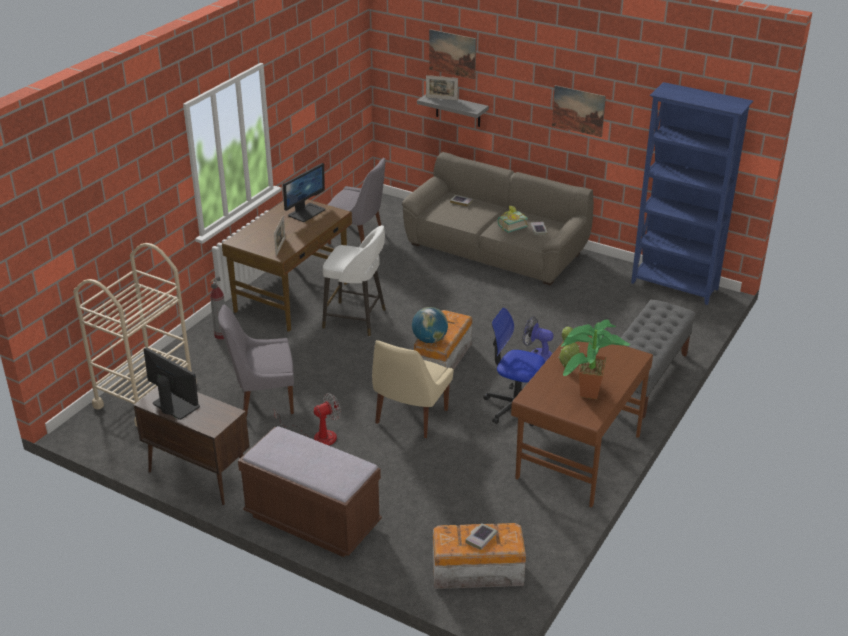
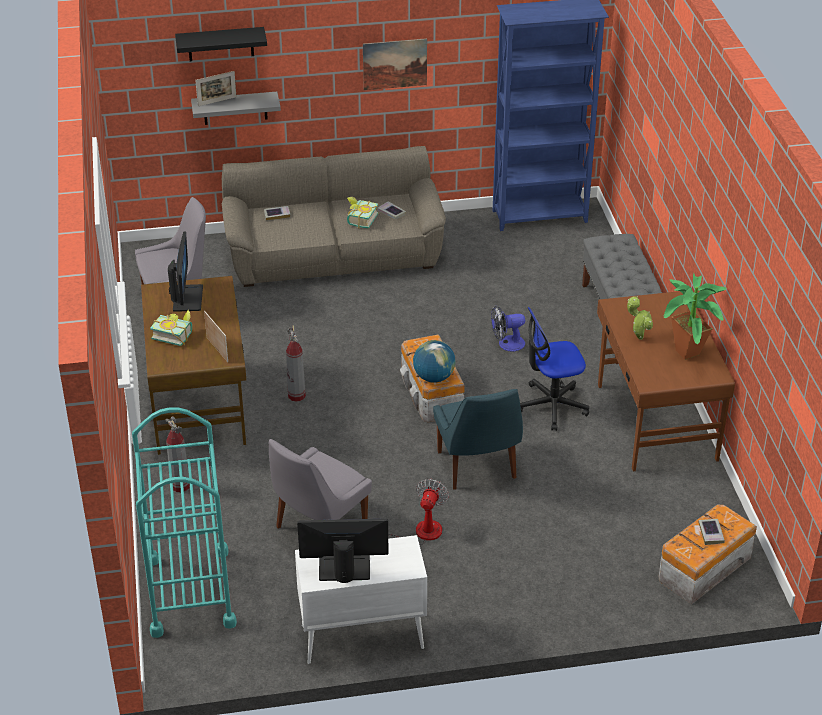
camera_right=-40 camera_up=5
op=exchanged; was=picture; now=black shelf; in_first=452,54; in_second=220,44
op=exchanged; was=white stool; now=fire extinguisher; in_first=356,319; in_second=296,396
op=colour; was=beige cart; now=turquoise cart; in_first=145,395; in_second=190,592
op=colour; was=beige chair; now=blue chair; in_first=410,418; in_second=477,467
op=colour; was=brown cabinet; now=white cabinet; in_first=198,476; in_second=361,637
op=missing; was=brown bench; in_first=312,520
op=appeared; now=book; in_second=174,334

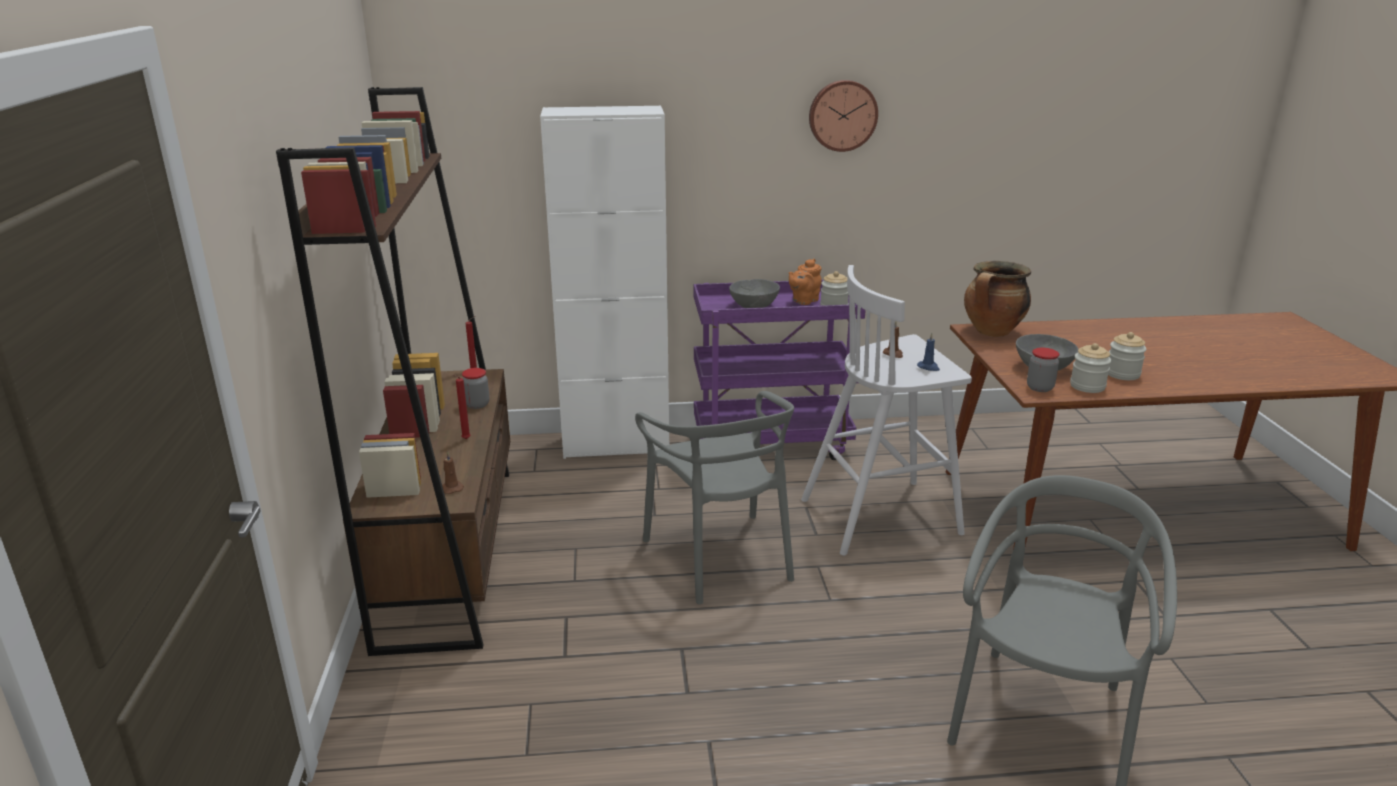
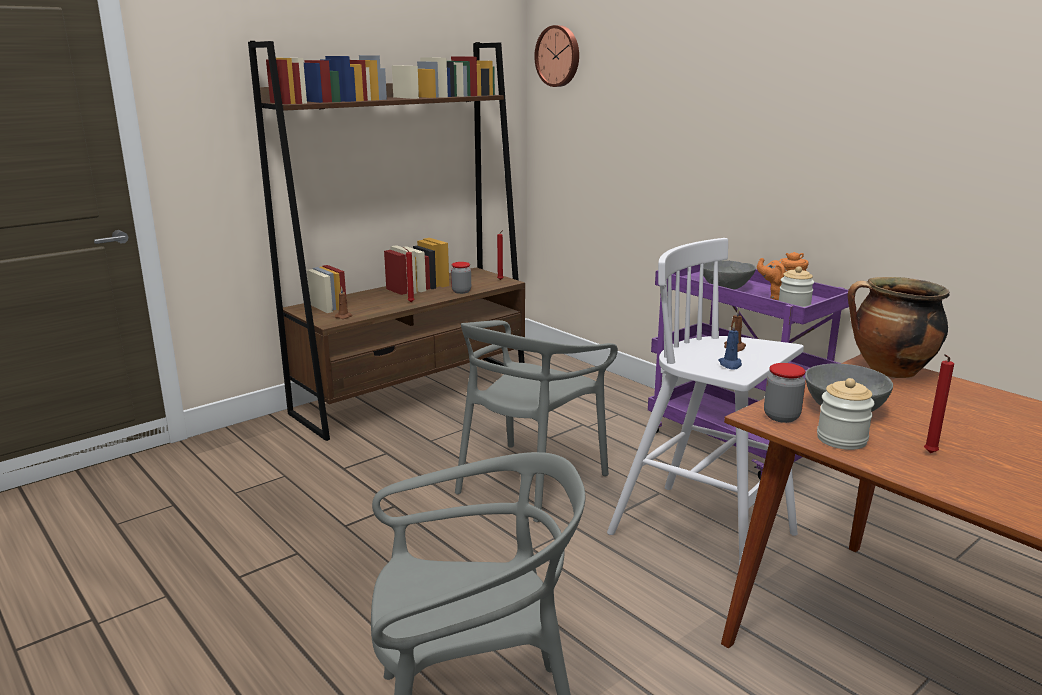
camera_right=55 camera_up=-5
op=relocated; was=wall clock; in_first=842,115; in_second=559,56
op=missing; was=white cabinet; in_first=616,445
op=exchanged; was=jar; now=red candle; in_first=1122,374; in_second=929,453

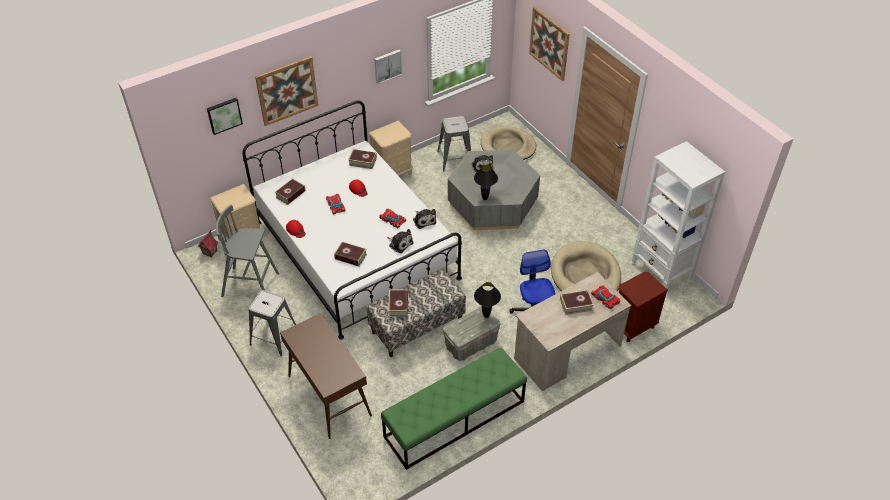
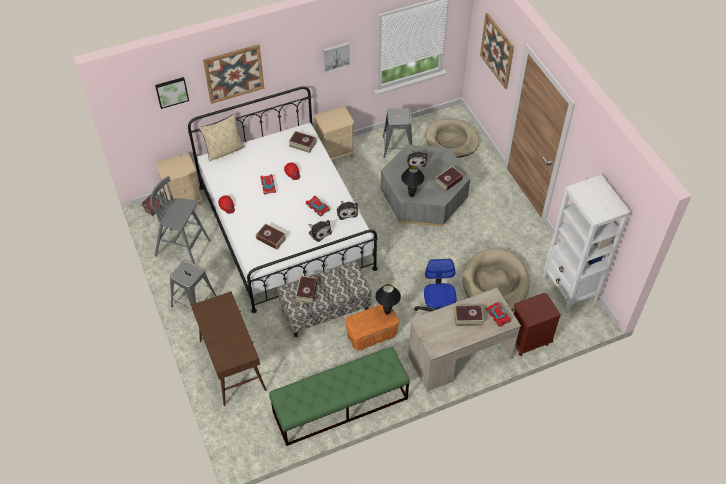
camera_right=10 camera_up=5
op=relocated; was=book; in_first=290,194; in_second=448,181
op=colour; was=grey storage box; now=orange storage box; in_first=471,343; in_second=371,335
op=appeared; now=beige pillow; in_second=224,150

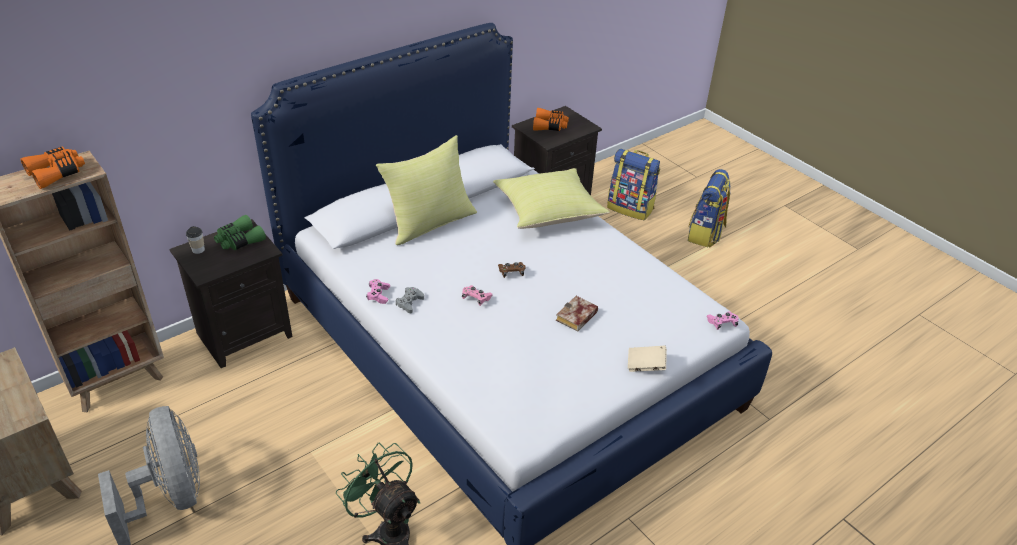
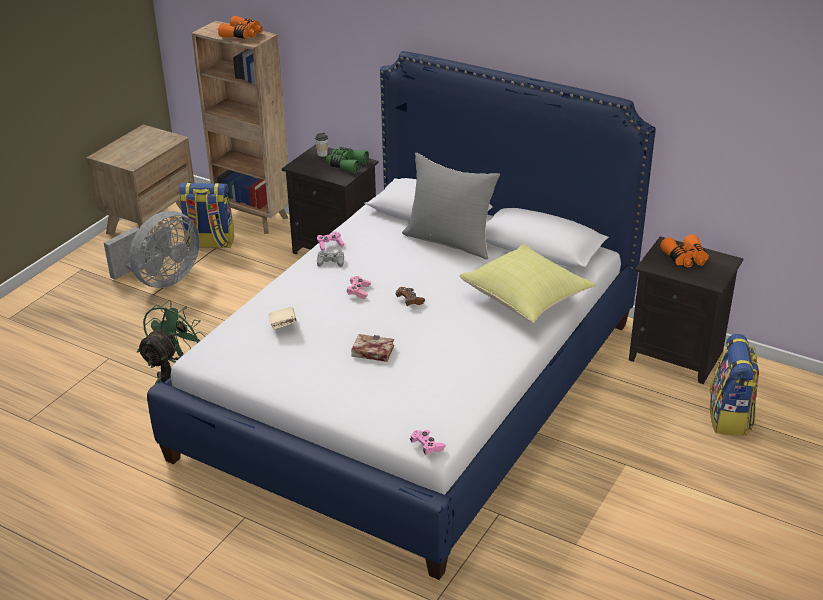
camera_right=70 camera_up=-5
op=colour; was=yellow pillow; now=grey pillow; in_first=430,223; in_second=450,240
op=relocated; was=backpack; in_first=705,234; in_second=209,243
op=relocated; was=beige book; in_first=645,365; in_second=283,325

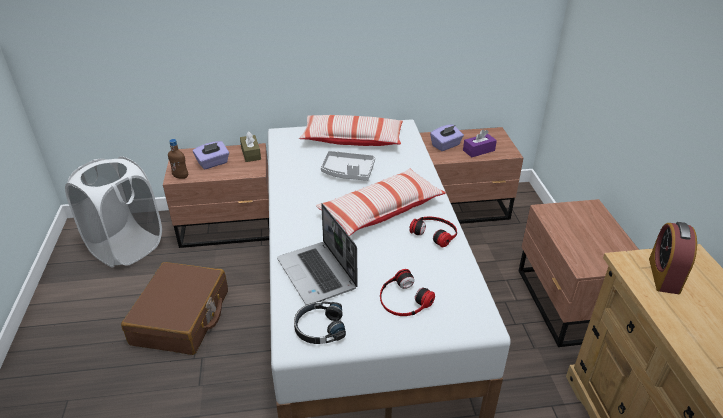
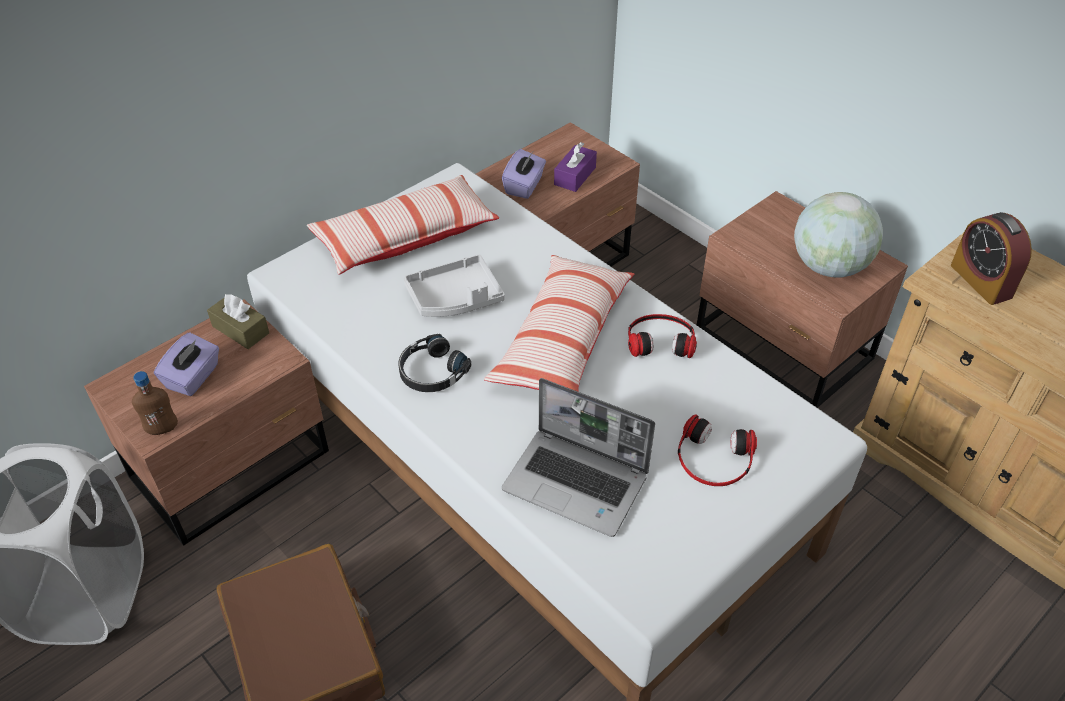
camera_right=-35 camera_up=10
op=relocated; was=black headphones; in_first=319,328; in_second=431,372
op=appeared; now=globe; in_second=828,266

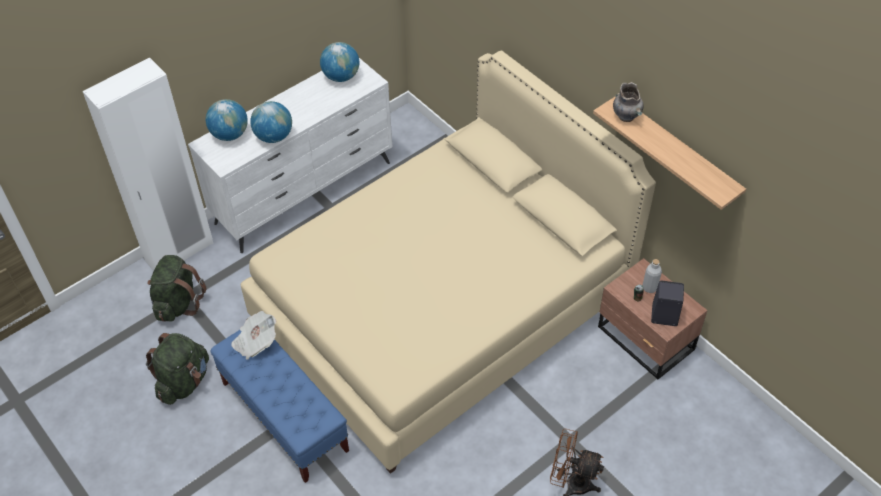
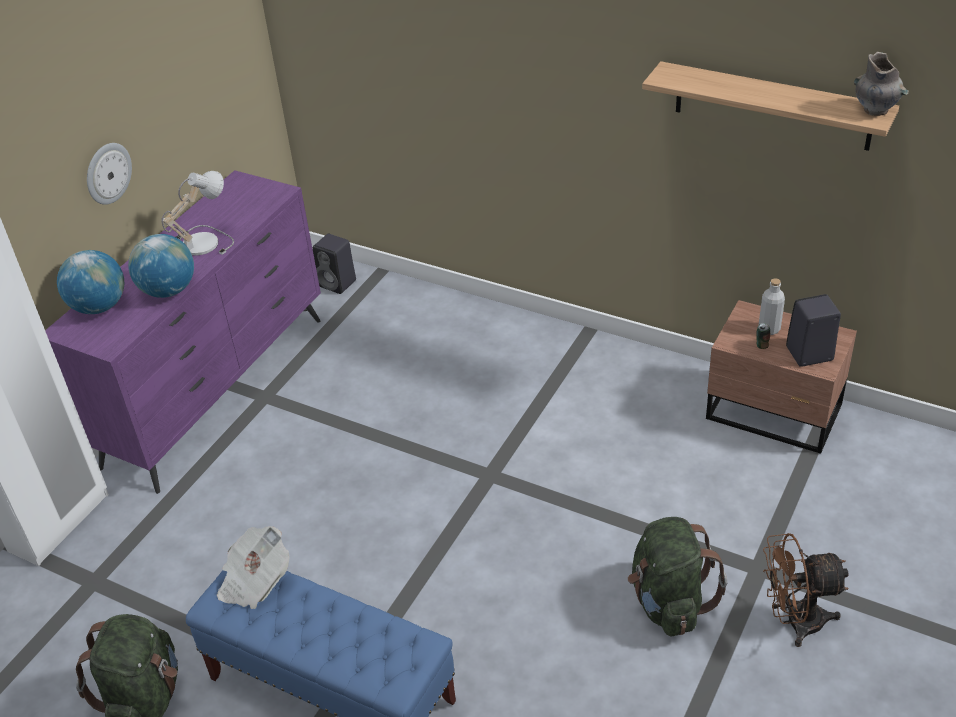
camera_right=-20 camera_up=-10
op=missing; was=globe; in_first=341,76
op=missing; was=beige bed; in_first=442,308
op=colour; was=white dresser; now=purple dresser; in_first=305,193; in_second=218,390
op=relocated; was=grey vase; in_first=626,117; in_second=876,110
op=relocated; was=green backpack; in_first=178,303; in_second=669,602
op=appeared; now=wall clock; in_second=107,173
op=appeared; now=table lamp; in_second=199,242
op=appeared; now=black speaker; in_second=338,283

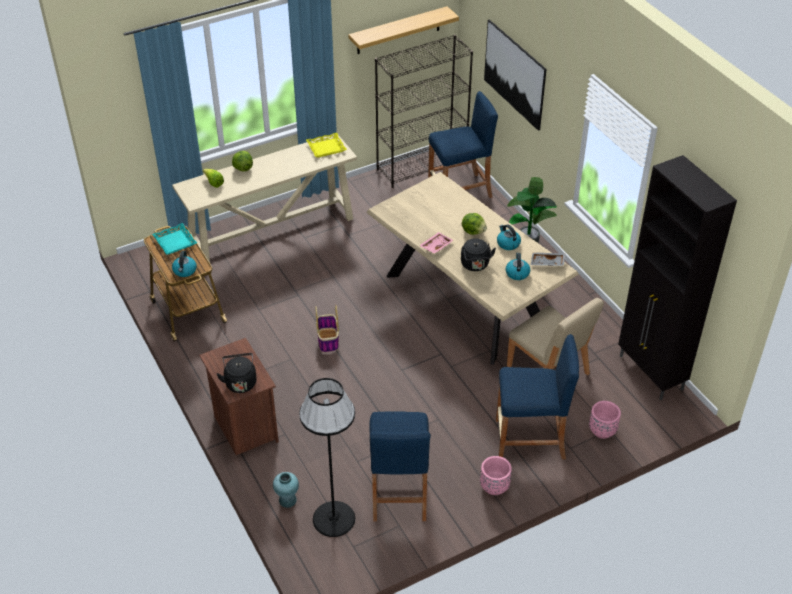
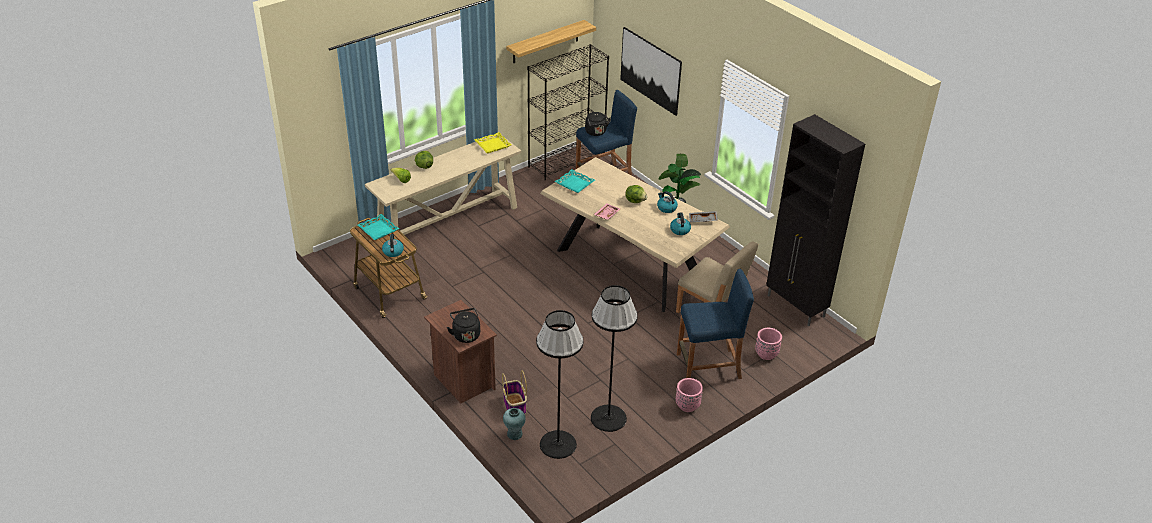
camera_right=-10 camera_up=-5
op=relocated; was=black kettle; in_first=475,265; in_second=596,132
op=relocated; was=basket; in_first=328,341; in_second=515,406
op=exchanged; was=blue stool; now=black floor lamp; in_first=399,492; in_second=608,418
op=appeared; now=turquoise tray; in_second=575,183

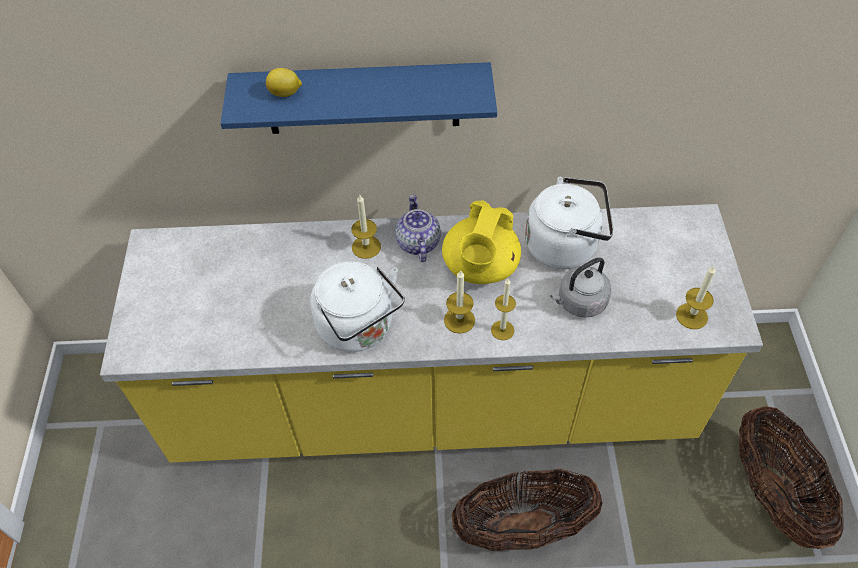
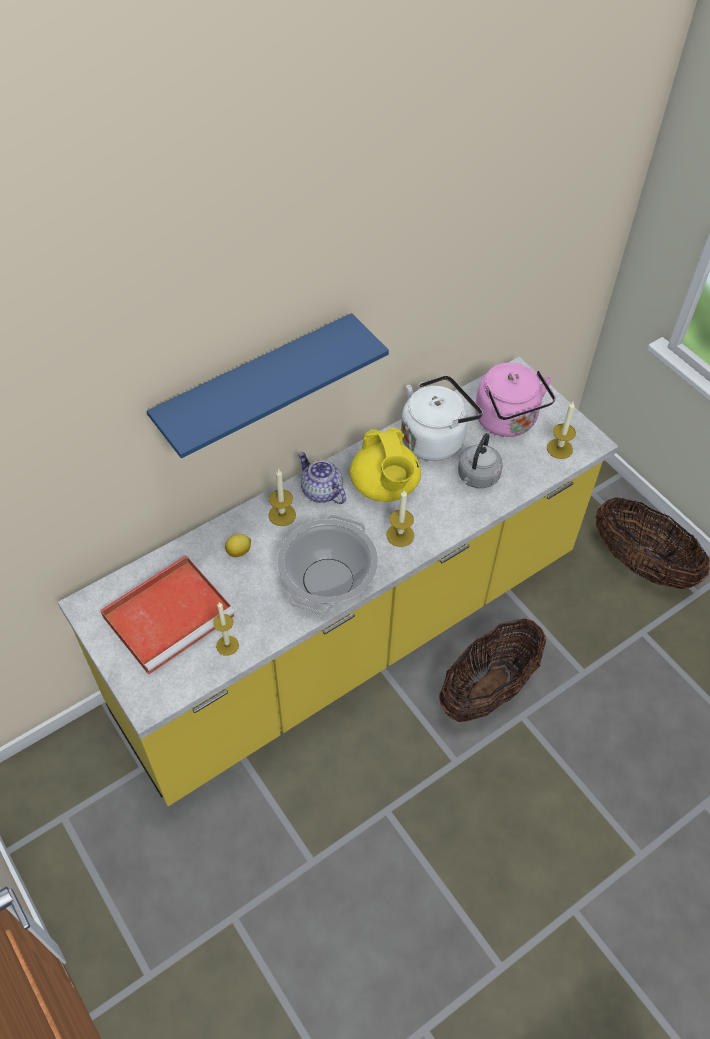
camera_right=-35 camera_up=0
op=relocated; was=lemon; in_first=285,93; in_second=239,551
op=exchanged; was=white kettle; now=cooking pot; in_first=359,328; in_second=328,581
op=relocated; was=candle; in_first=502,330; in_second=227,645
op=appeared; now=pink kettle; in_second=508,421
op=appeared; now=red tray; in_second=170,614

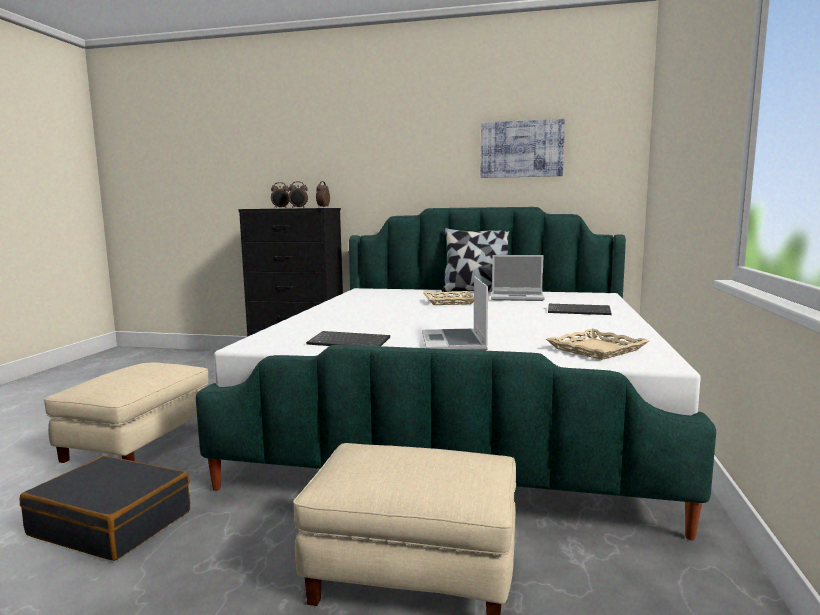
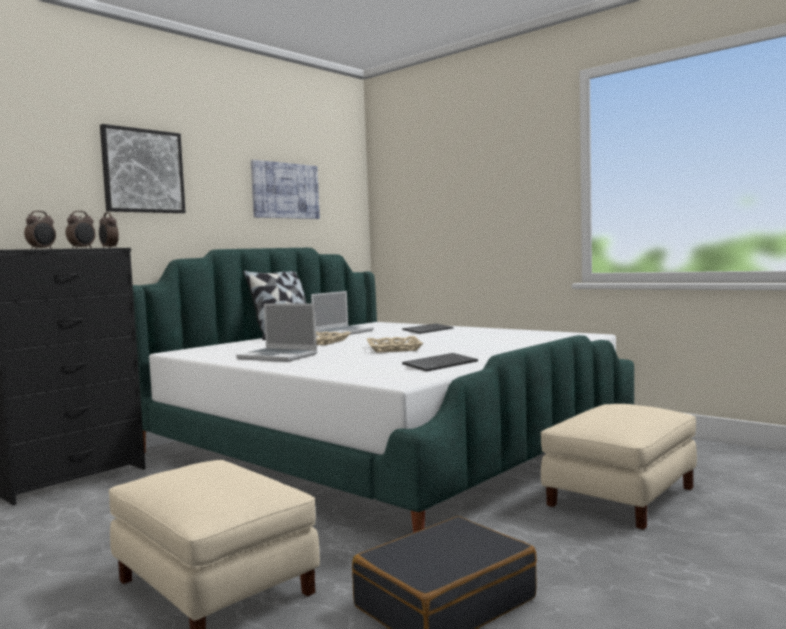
camera_right=-60 camera_up=-5
op=relocated; was=laptop; in_first=454,343; in_second=279,356
op=relocated; was=beige tray; in_first=596,349; in_second=393,348
op=appeared; now=picture; in_second=143,171

